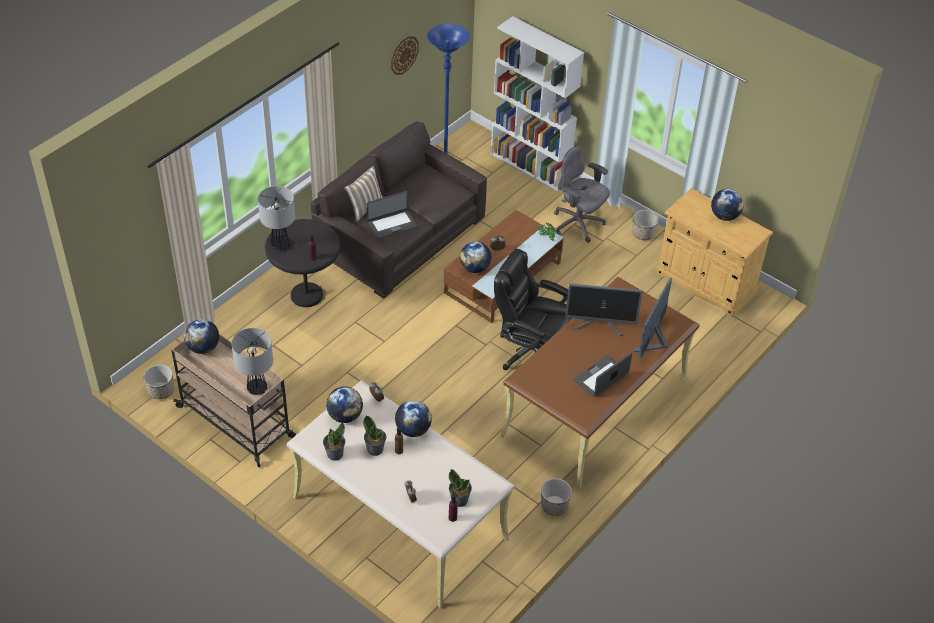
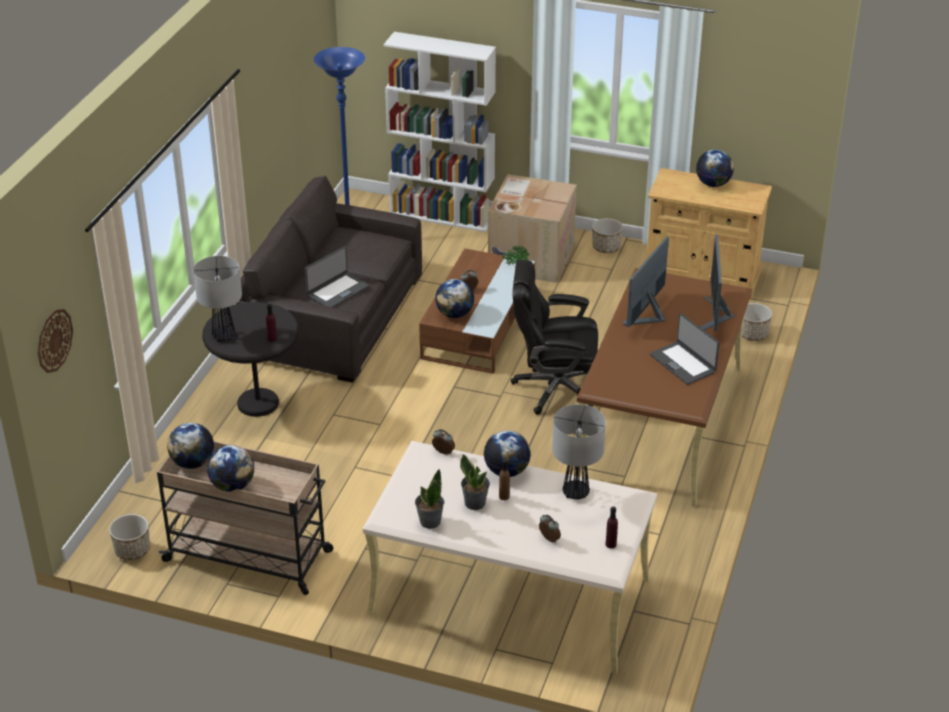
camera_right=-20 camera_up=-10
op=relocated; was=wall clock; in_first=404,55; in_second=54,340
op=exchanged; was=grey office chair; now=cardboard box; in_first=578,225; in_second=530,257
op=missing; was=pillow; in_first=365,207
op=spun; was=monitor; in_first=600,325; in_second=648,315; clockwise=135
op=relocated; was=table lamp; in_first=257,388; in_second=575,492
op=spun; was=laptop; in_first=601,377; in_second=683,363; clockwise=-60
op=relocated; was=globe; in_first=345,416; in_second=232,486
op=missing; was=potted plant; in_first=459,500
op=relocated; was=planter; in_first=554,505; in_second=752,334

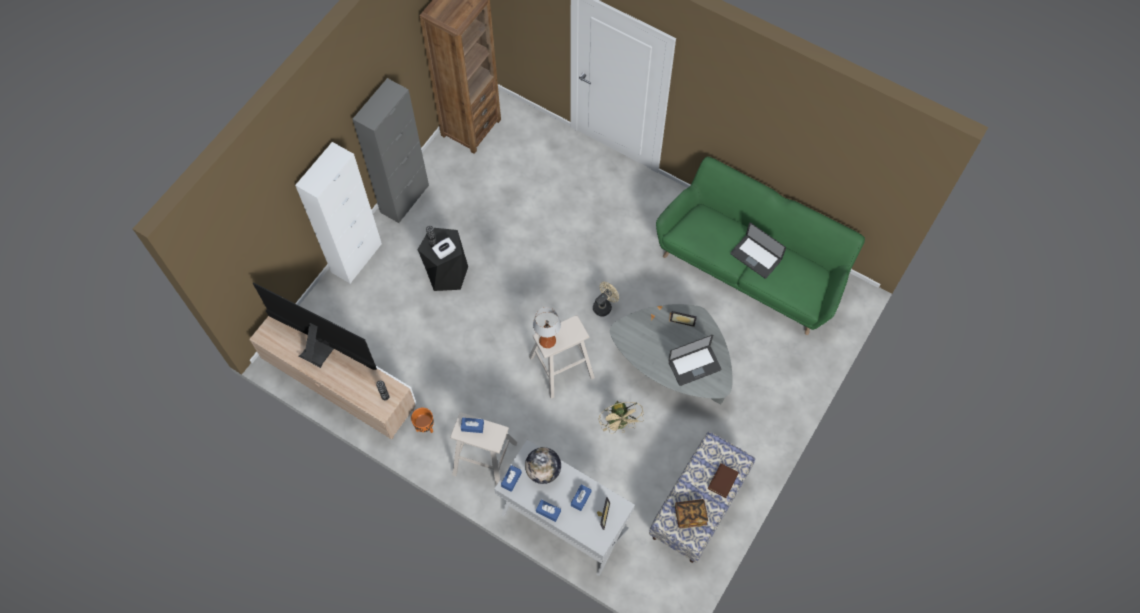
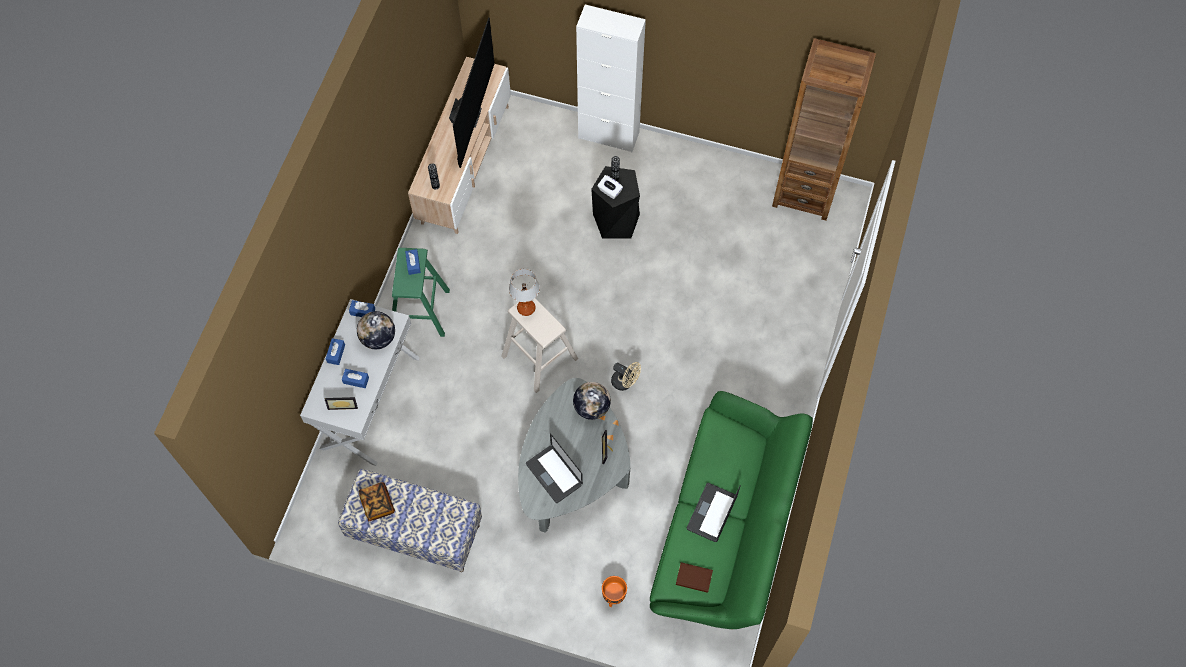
camera_right=75 camera_up=0
op=missing; was=grey cabinet; in_first=404,199
op=missing; was=beige fan; in_first=620,424
op=relocated; was=orange planter; in_first=425,427; in_second=613,597
op=colour; was=beige stool; now=green stool; in_first=484,458; in_second=419,311
op=relocated; was=brown book; in_first=723,481; in_second=694,578
op=appeared; now=globe; in_second=591,407

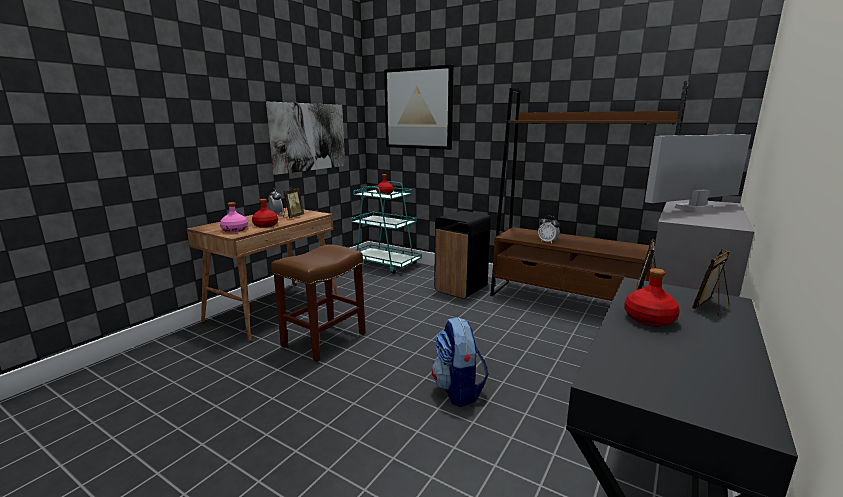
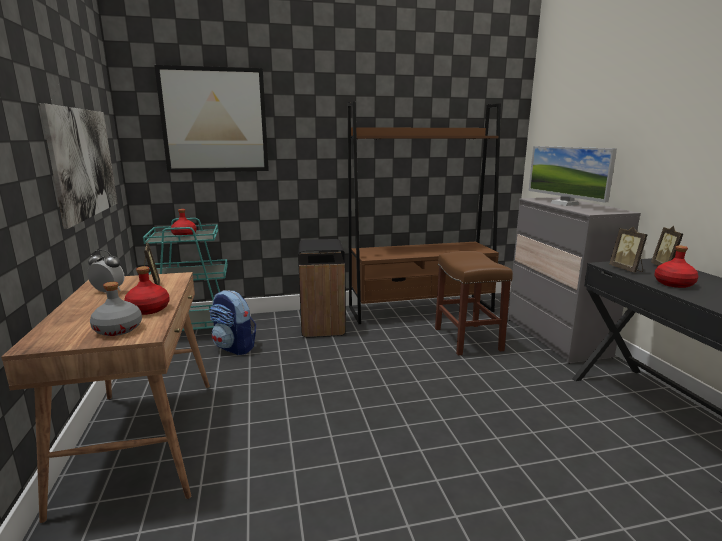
camera_right=-45 camera_up=0
op=spun; was=monitor; in_first=693,209; in_second=564,204; clockwise=-45
op=colour; was=pink bottle; now=grey bottle; in_first=234,230; in_second=118,330
op=missing; was=alarm clock; in_first=547,242
op=relocated; was=brown stool; in_first=324,340; in_second=468,339
op=relocated; was=backpack; in_first=458,390; in_second=234,347

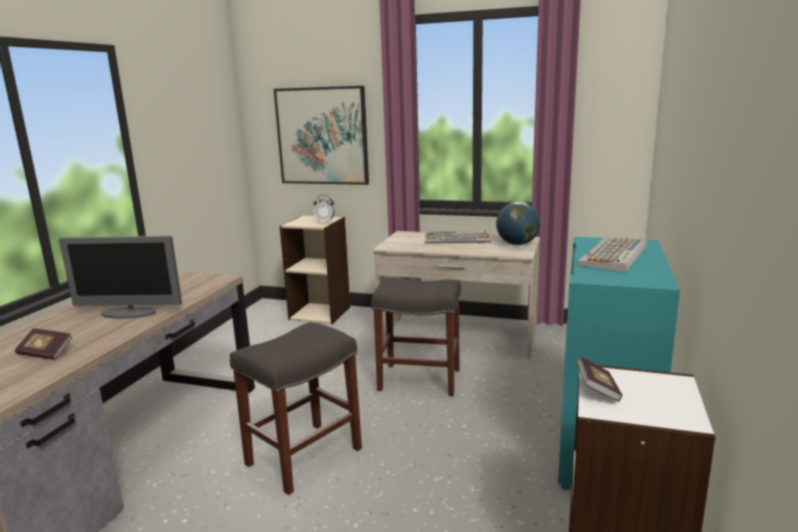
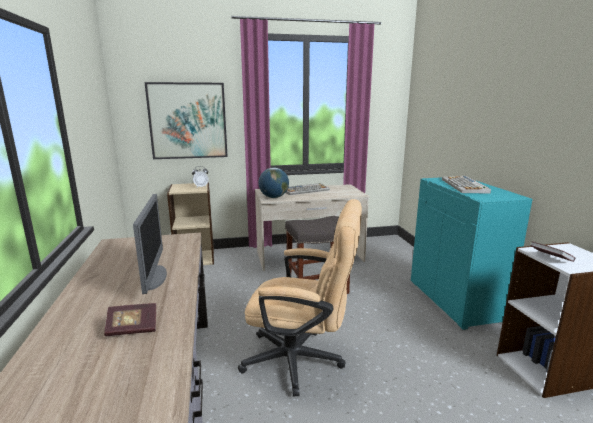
camera_right=-30 camera_up=0
op=relocated; was=globe; in_first=517,244; in_second=274,197
op=spun; was=monitor; in_first=129,313; in_second=154,277; clockwise=-75
op=exchanged; was=grey stool; now=beige office chair; in_first=303,457; in_second=302,361

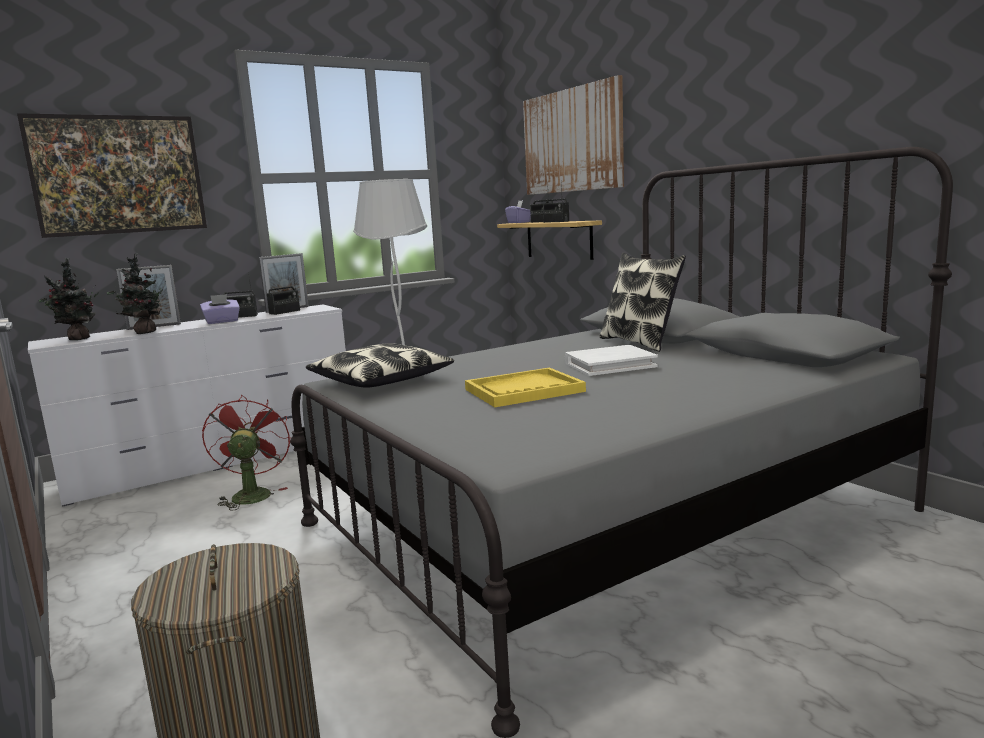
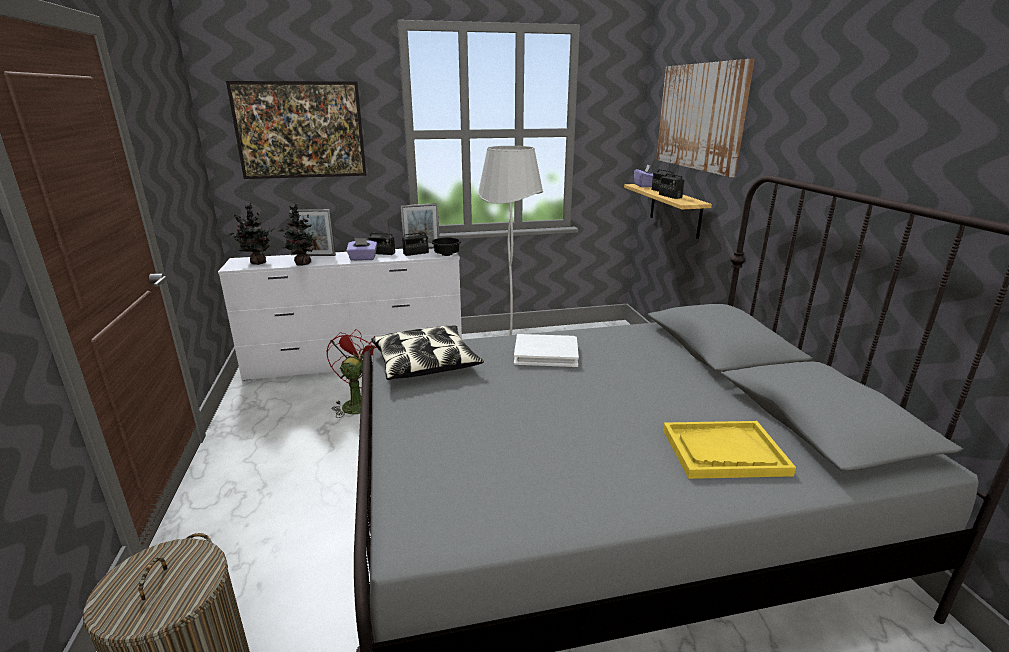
camera_right=20 camera_up=10
op=missing; was=pillow; in_first=640,342
op=relocated; was=white book; in_first=609,365; in_second=546,353
op=relocated; was=yellow tray; in_first=524,390; in_second=724,452
op=appeared; now=black bowl; in_second=447,255

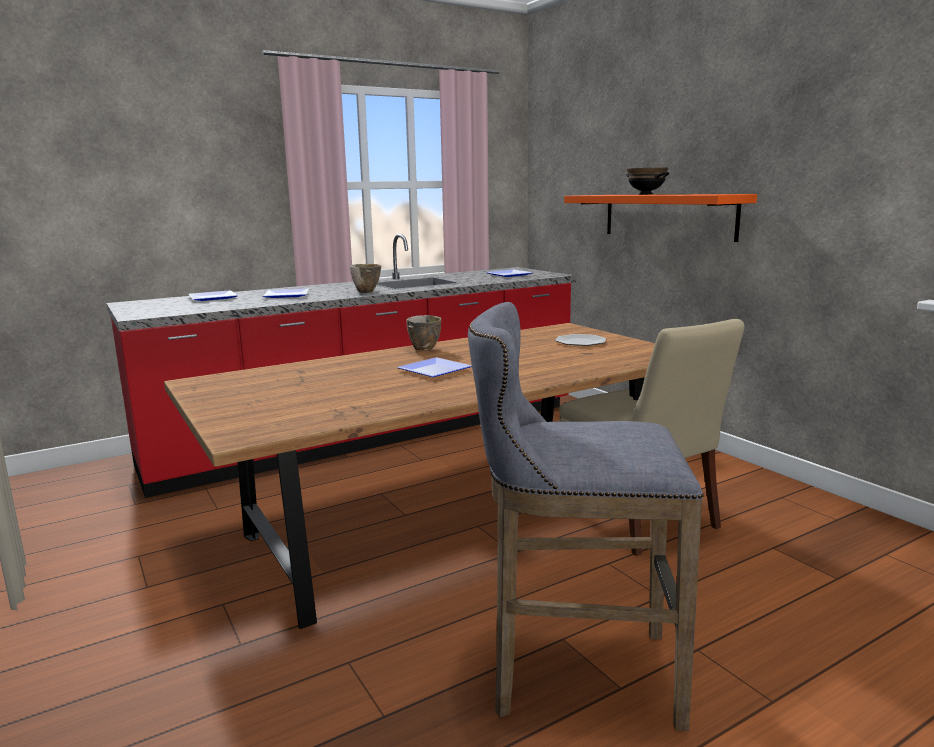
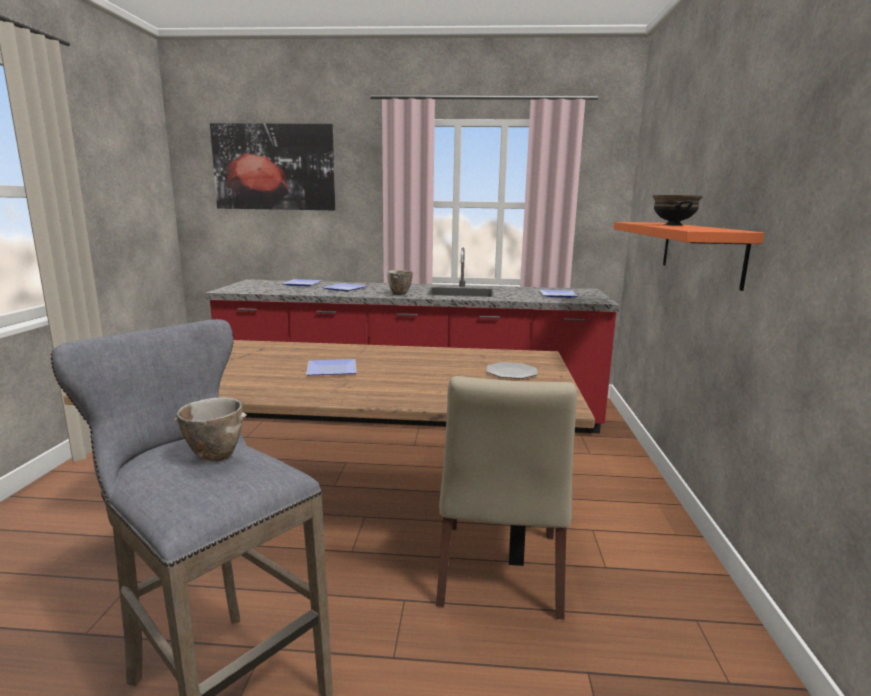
camera_right=35 camera_up=0
op=relocated; was=bowl; in_first=423,349; in_second=213,457
op=appeared; now=picture; in_second=274,167

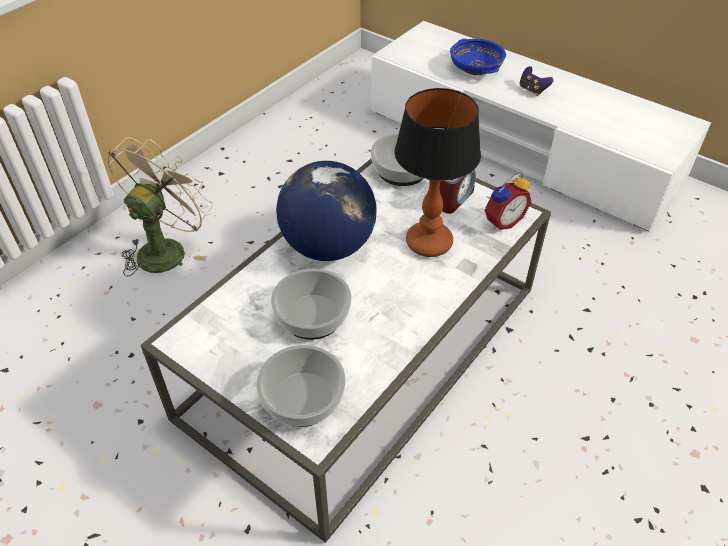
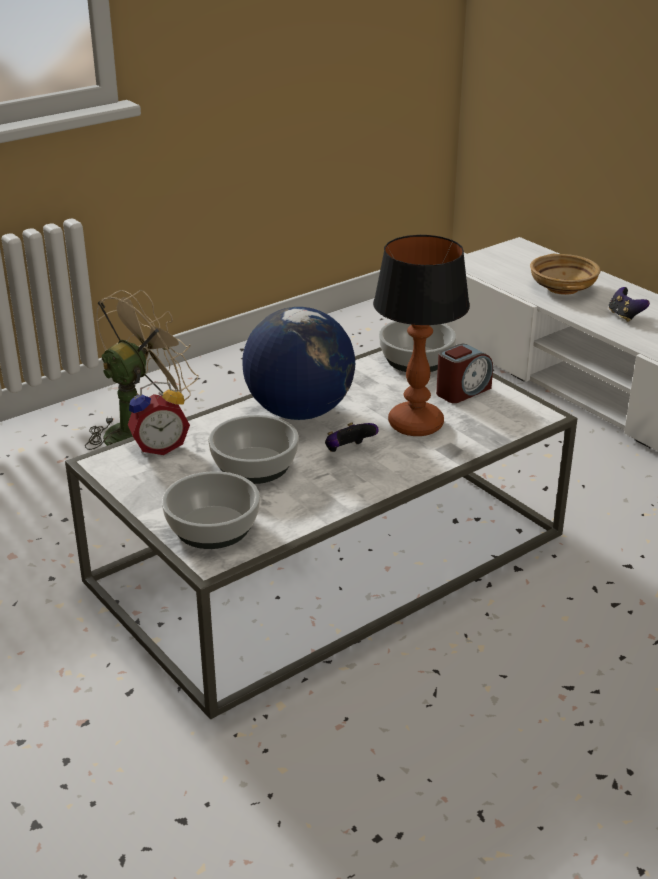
camera_right=15 camera_up=-15
op=colour; was=blue bowl; now=beige bowl; in_first=475,68; in_second=562,287
op=relocated; was=alarm clock; in_first=502,221; in_second=159,447
op=appeared; now=game controller; in_second=348,451

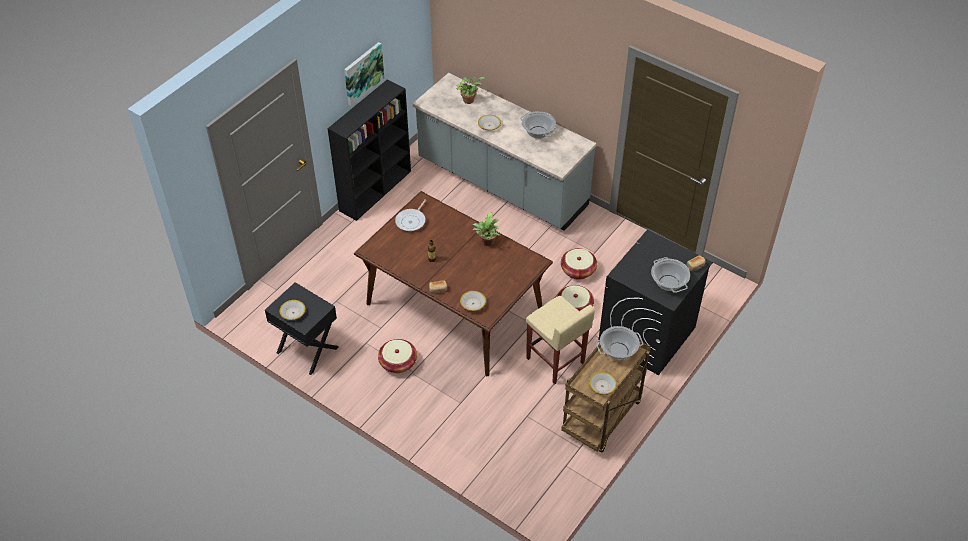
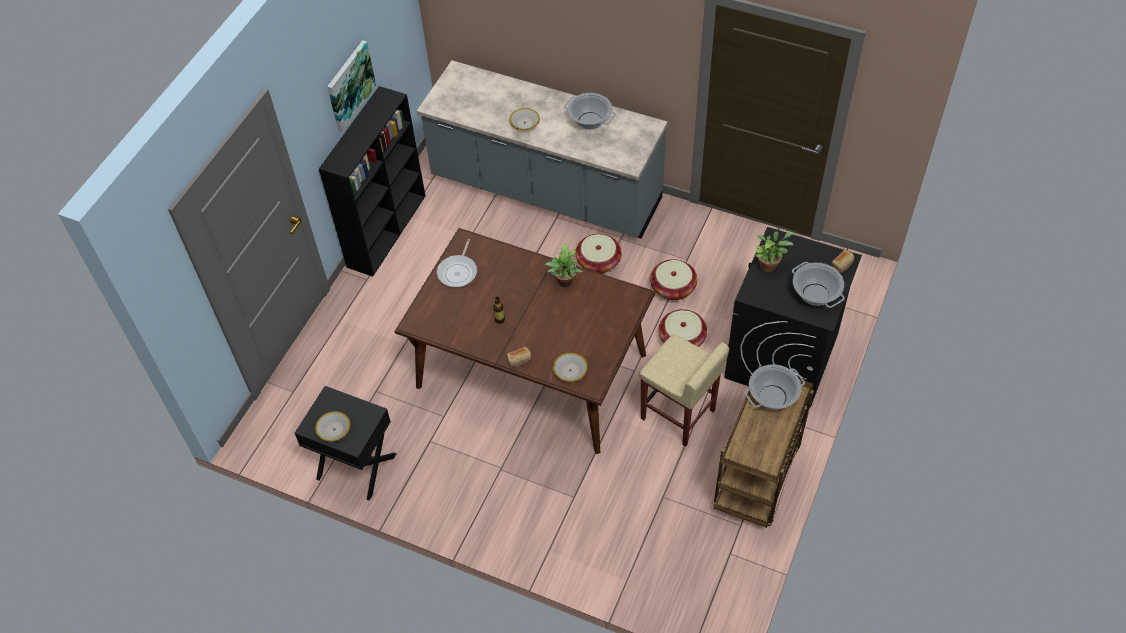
camera_right=-10 camera_up=5
op=relocated; was=potted plant; in_first=469,100; in_second=769,264
op=relocated; was=basket; in_first=398,362; in_second=598,261
op=missing; was=bowl; in_first=602,386

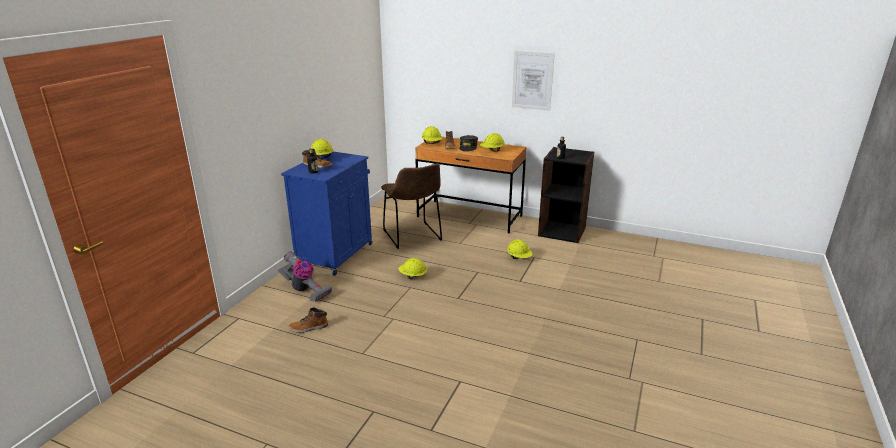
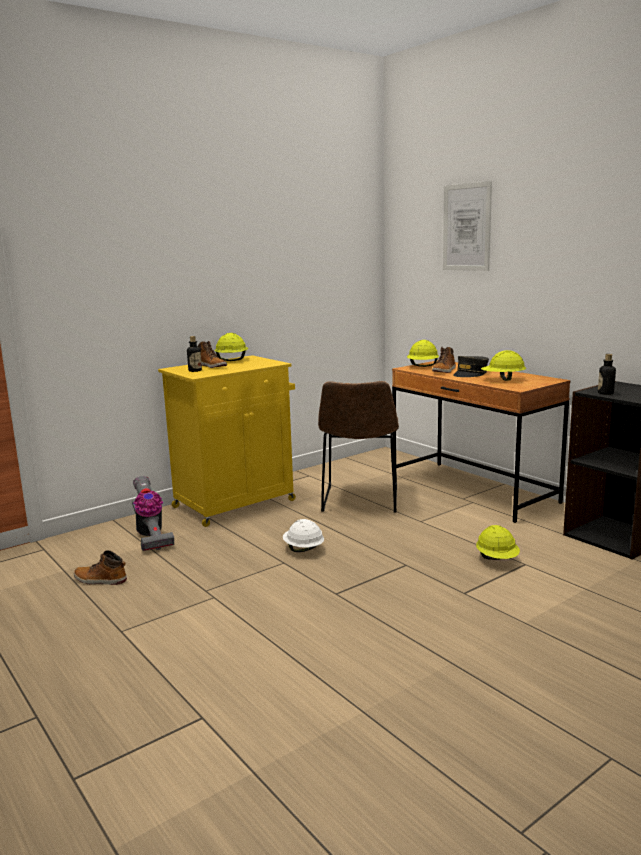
camera_right=30 camera_up=-10
op=relocated; was=picture; in_first=532,80; in_second=466,227
op=colour; was=blue cabinet; now=yellow cabinet; in_first=336,254; in_second=236,503
op=colour; was=yellow hard hat; now=white hard hat; in_first=412,276; in_second=303,549

